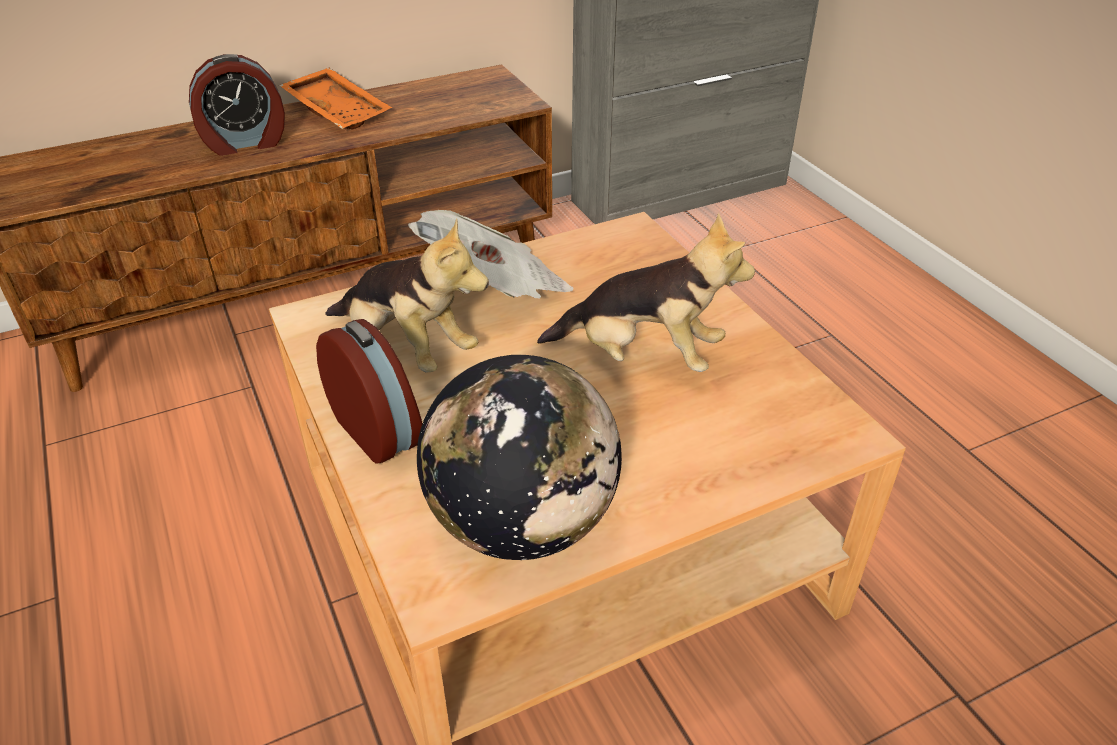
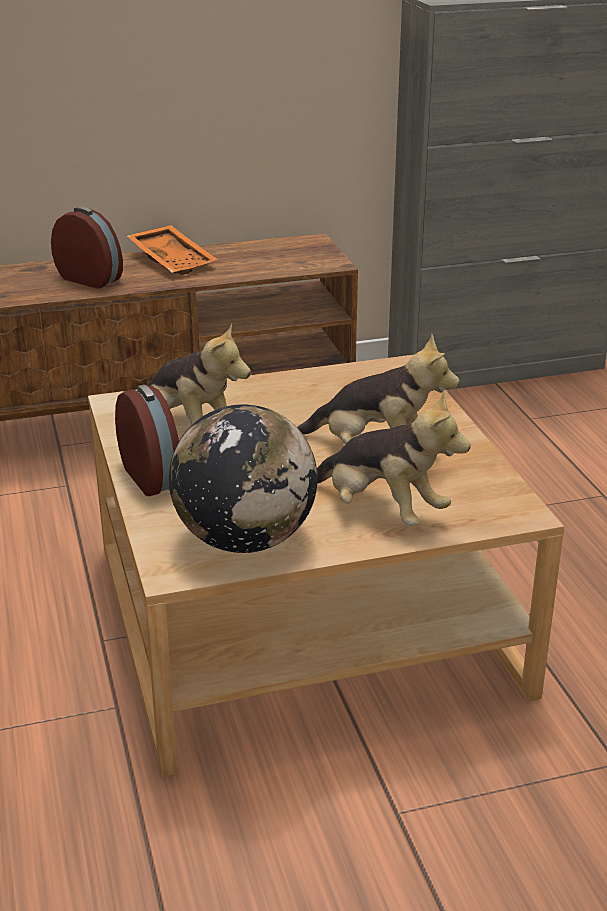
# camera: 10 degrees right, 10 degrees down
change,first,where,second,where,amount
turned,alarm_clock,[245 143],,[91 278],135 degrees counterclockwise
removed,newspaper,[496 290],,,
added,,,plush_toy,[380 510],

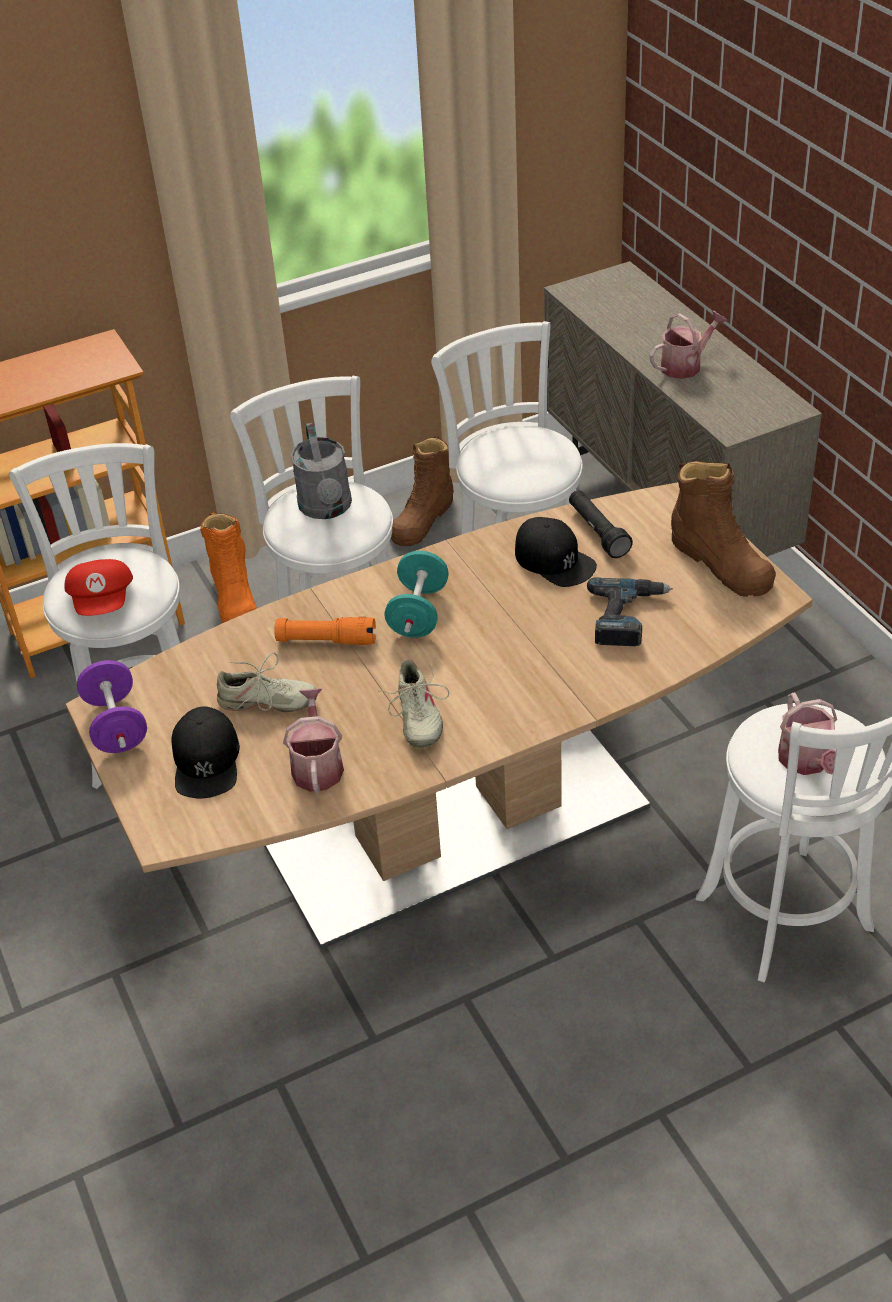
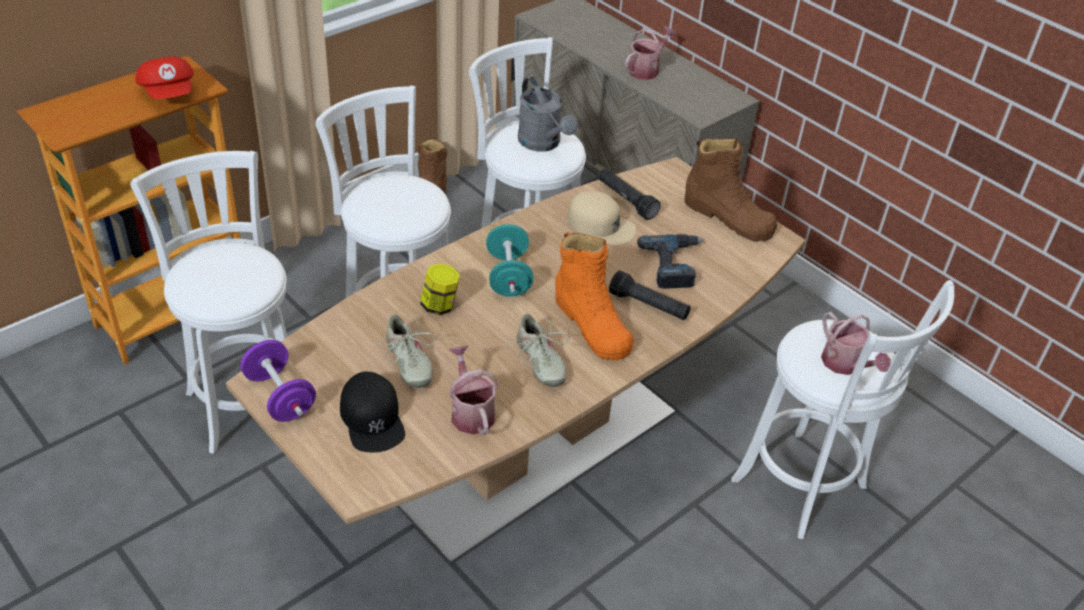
# camera: 20 degrees left, 0 degrees up
change,first,where,second,where,amount
moved,red_cap,[104 601],,[170 93],
moved,orange_boot,[234 597],,[592 324],
turned,beige_shoe,[267 702],,[408 363],75 degrees clockwise
replaced,orange_flashlight,[326 641],jar,[440 306],
moved,grey_watering_can,[327 509],,[543 144],
recoloured,black_cap,[554 560],beige_cap,[601 225],
added,,,black_flashlight,[648 306],

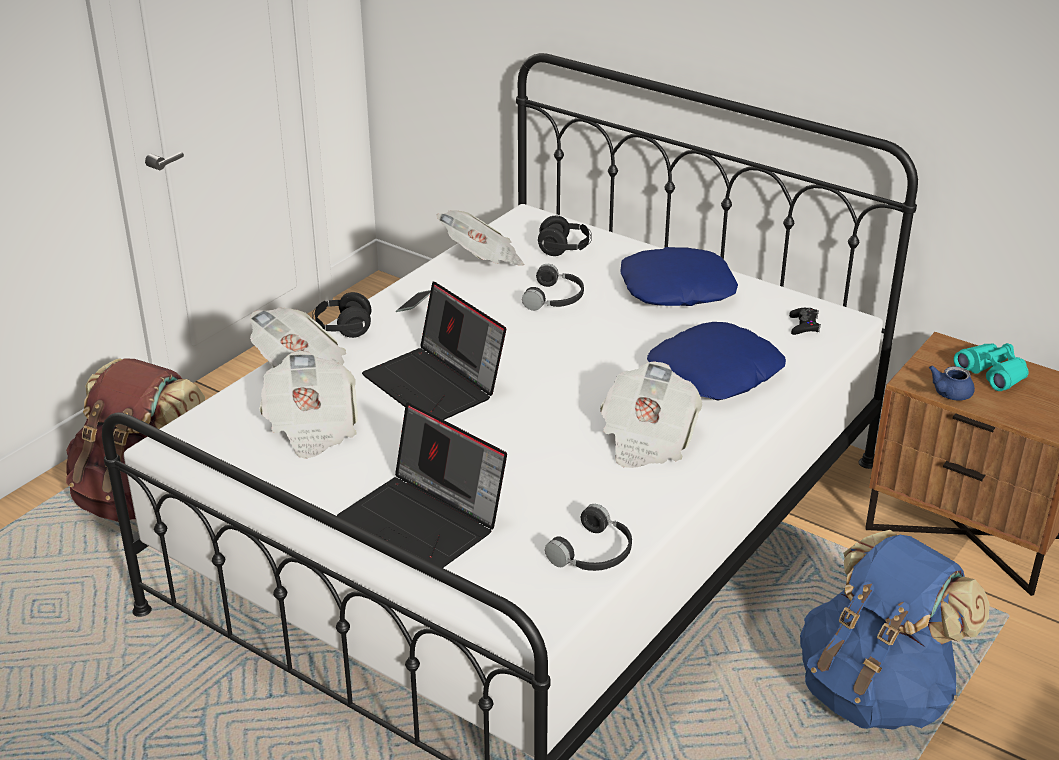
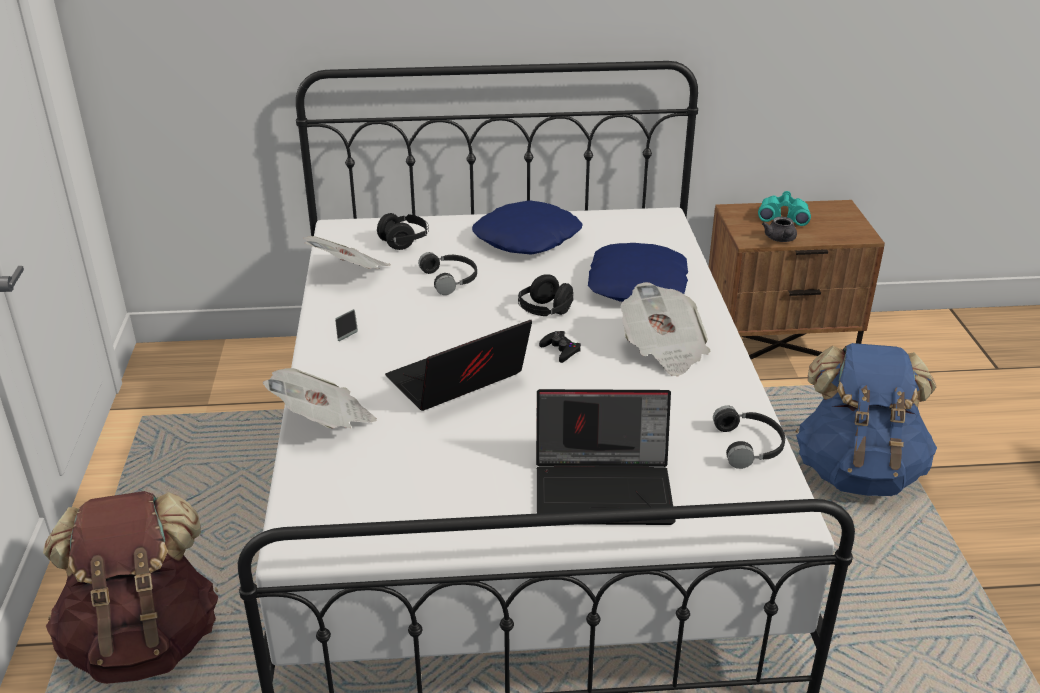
# camera: 40 degrees left, 0 degrees up
change,first,where,second,where,amount
removed,newspaper,[312 427],,,
moved,black_headphones,[343 329],,[545 311],
turned,laptop,[436 385],,[457 382],135 degrees clockwise
moved,black_game_controller,[804 325],,[560 350],
recoloured,blue_teapot,[949 394],grey_teapot,[780 239],

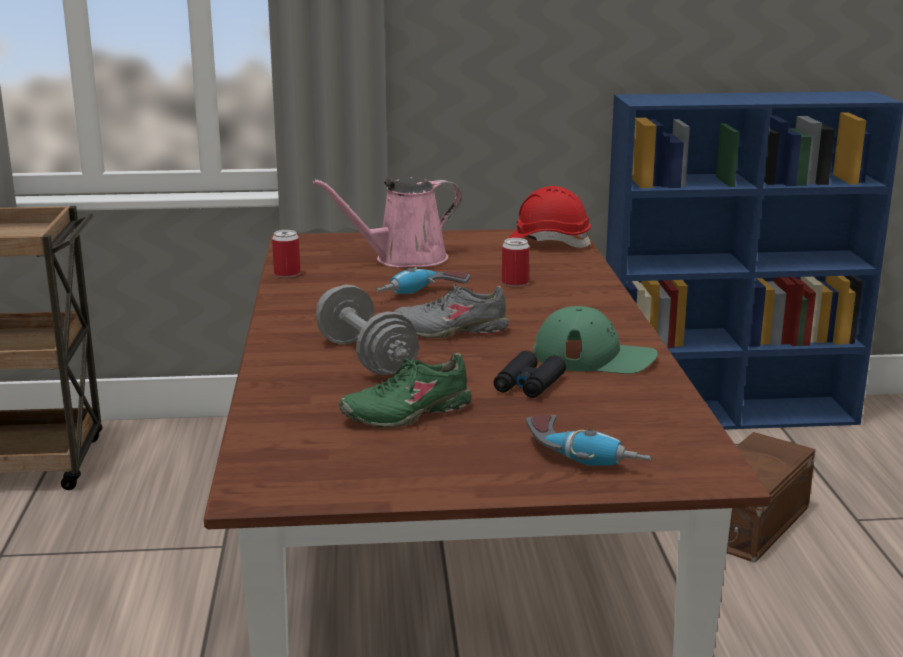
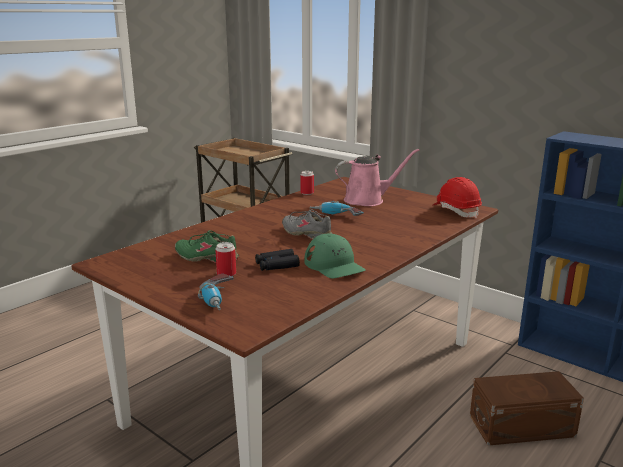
# camera: 45 degrees right, 0 degrees up
change,first,where,second,where,amount
turned,pink_watering_can,[404 259],,[368 200],150 degrees clockwise
removed,grey_dumbbell,[366 357],,,
moved,can,[515 283],,[226 274],

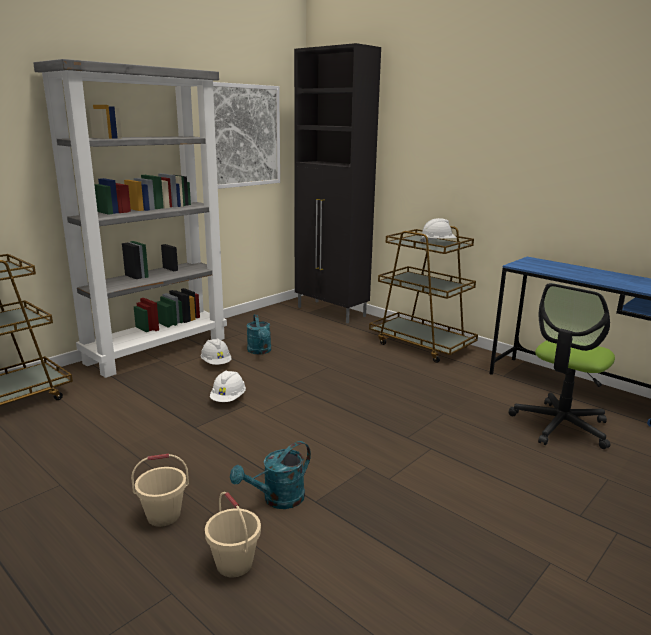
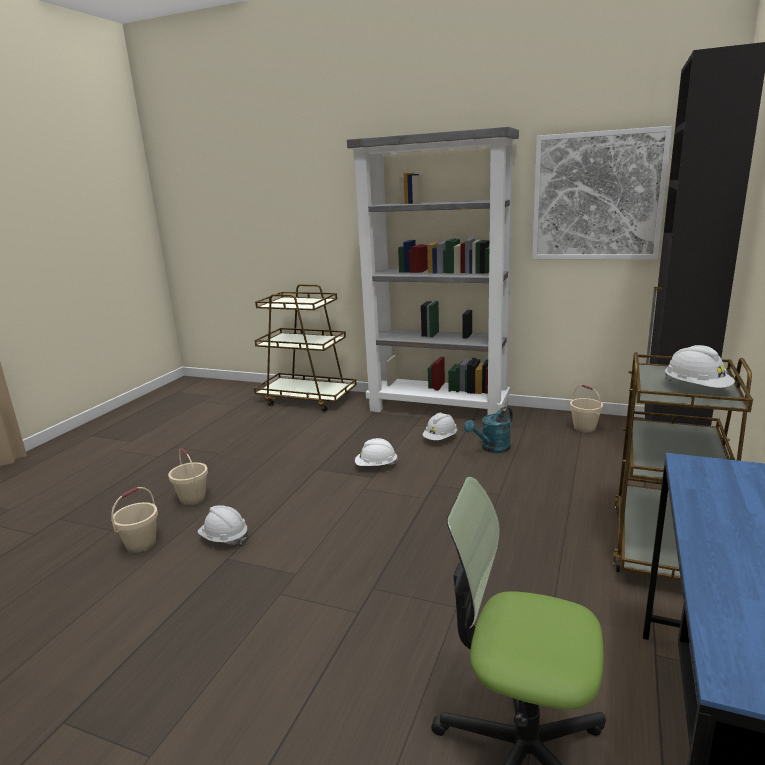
# camera: 70 degrees right, 0 degrees up
change,first,where,second,where,amount
replaced,turquoise_watering_can,[277 500],white_hard_hat,[224 538],
added,,,beige_bucket,[584 428],

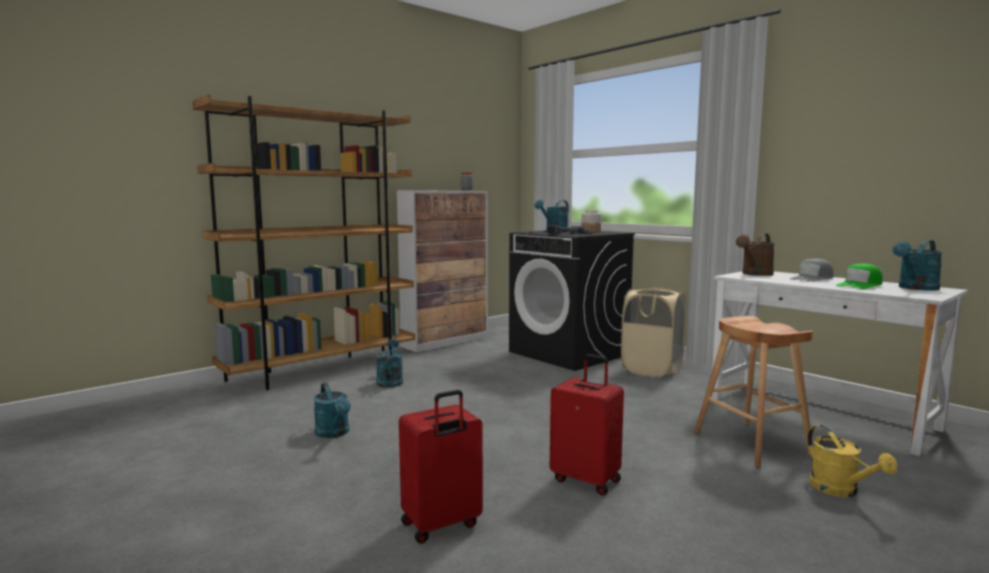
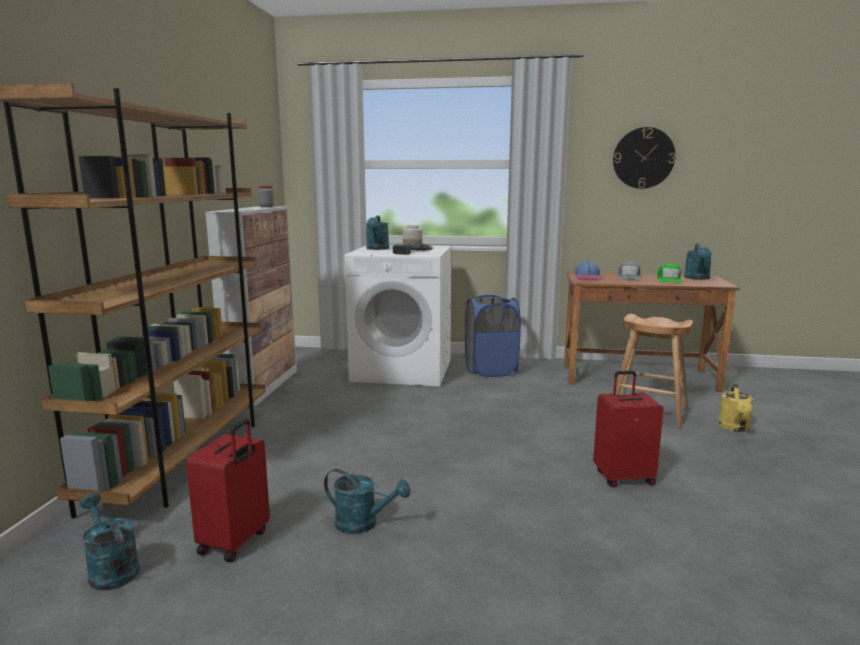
# camera: 40 degrees left, 5 degrees up
change,first,where,second,where,amount
moved,turquoise_watering_can,[390 381],,[110 569],
moved,red_suitcase,[441 525],,[235 542],
recoloured,black_washing_machine,[569 353],white_washing_machine,[403 370],
recoloured,beige_laundry_basket,[652 370],blue_laundry_basket,[491 370],
recoloured,white_desk,[819 413],brown_desk,[638 377],
replaced,brown_watering_can,[755 274],cap,[588 277],
turned,yellow_watering_can,[841 490],,[735 428],75 degrees clockwise
added,,,wall_clock,[643 158],

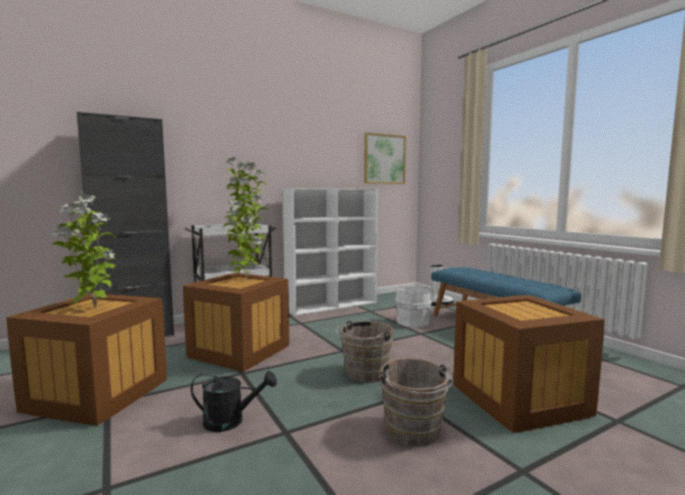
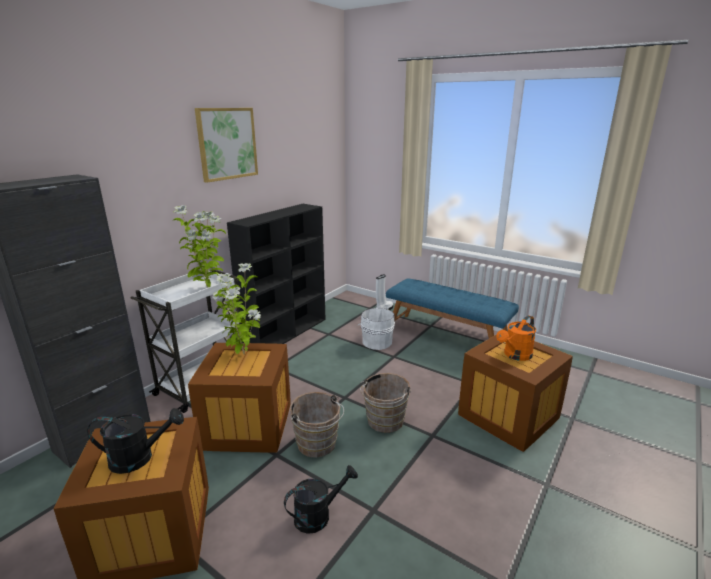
# camera: 25 degrees left, 15 degrees up
change,first,where,second,where,amount
replaced,potted_plant,[93 308],black_watering_can,[139 458],
recoloured,white_bookcase,[333 306],black_bookcase,[286 333],
moved,picture,[384 159],,[227 143],
moved,brown_bucket,[414 433],,[318 445],
added,,,orange_watering_can,[515 355],

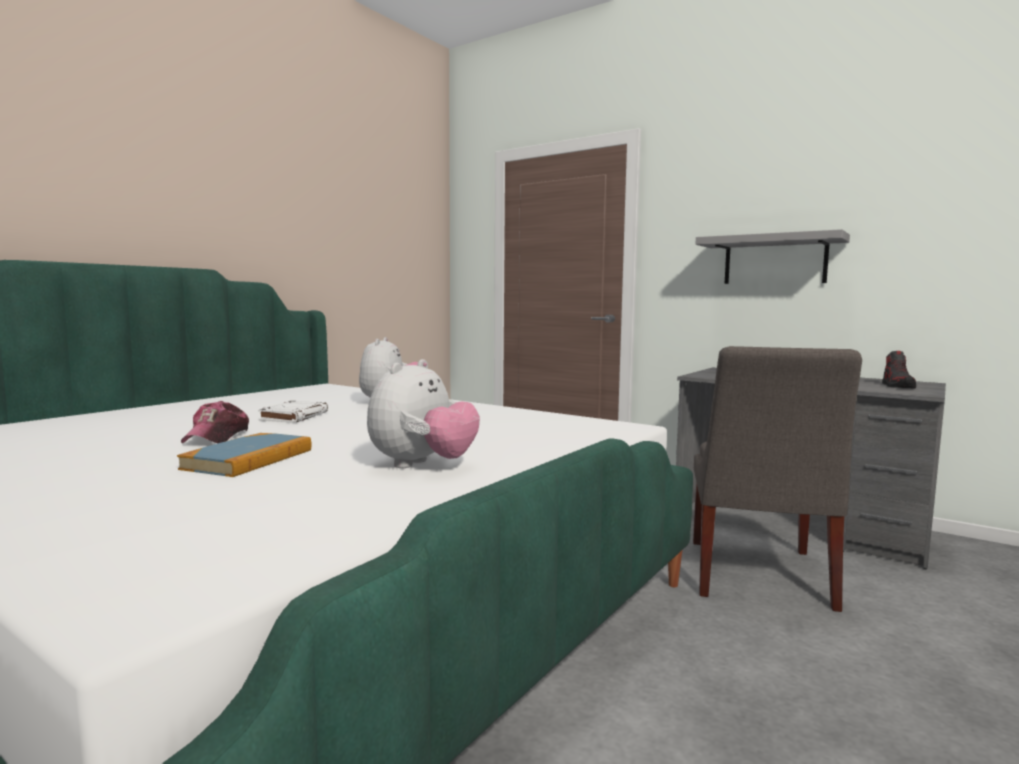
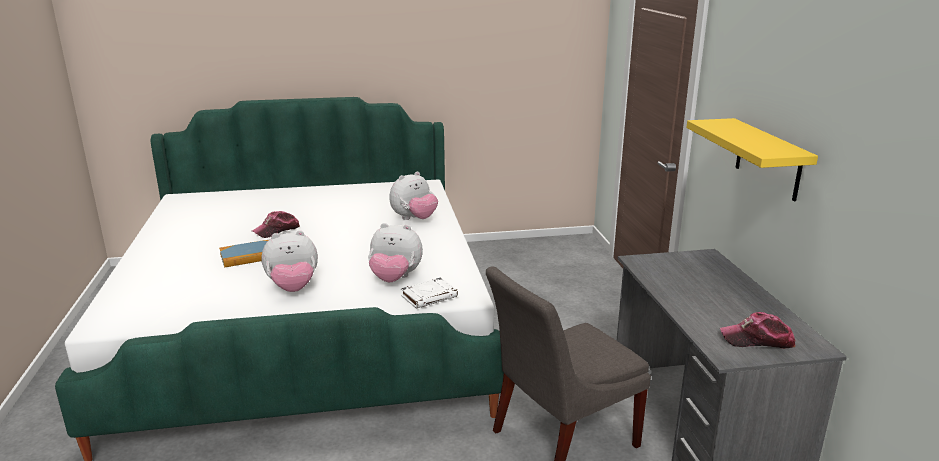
# camera: 45 degrees right, 15 degrees up
change,first,where,second,where,amount
moved,white_book,[294 416],,[429 296],
recoloured,grey_shelf,[774 260],yellow_shelf,[768 159],
replaced,shoe,[897 386],cap,[757 340],
added,,,plush_toy,[395 279],

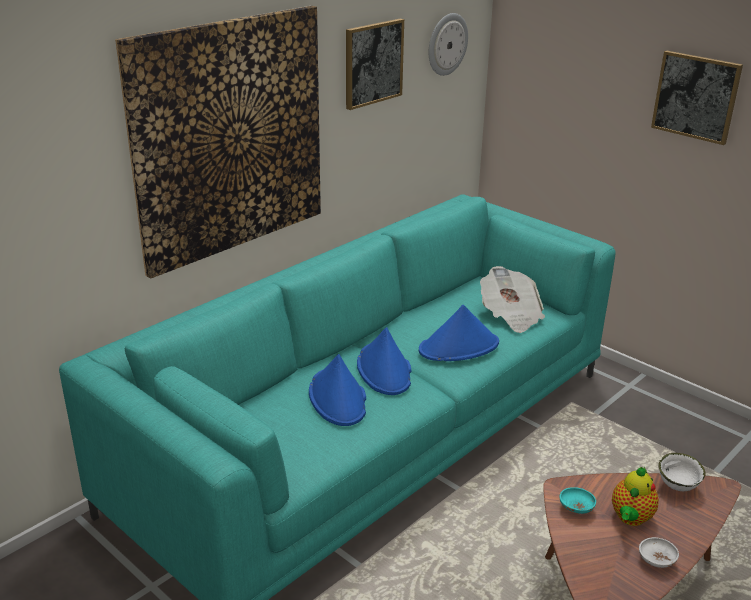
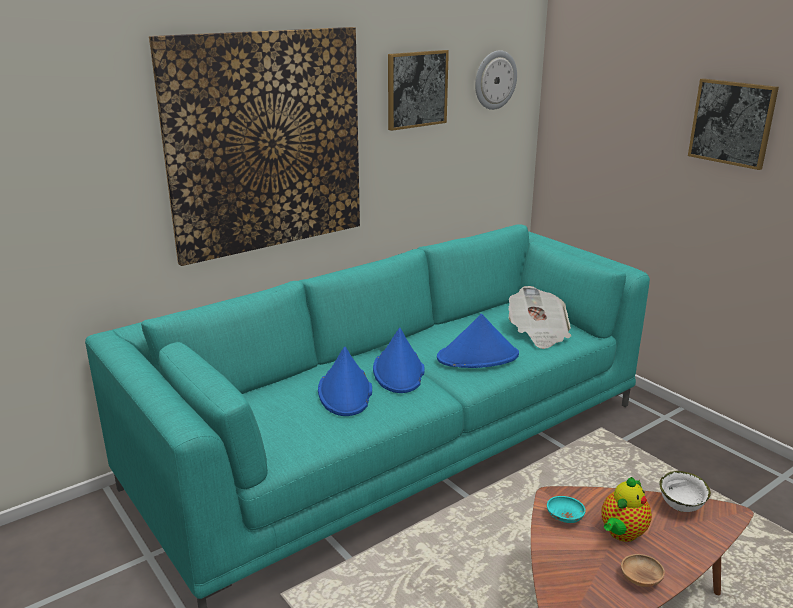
# camera: 10 degrees right, 5 degrees down
change,first,where,second,where,amount
recoloured,white_bowl,[656 560],brown_bowl,[640 579],

